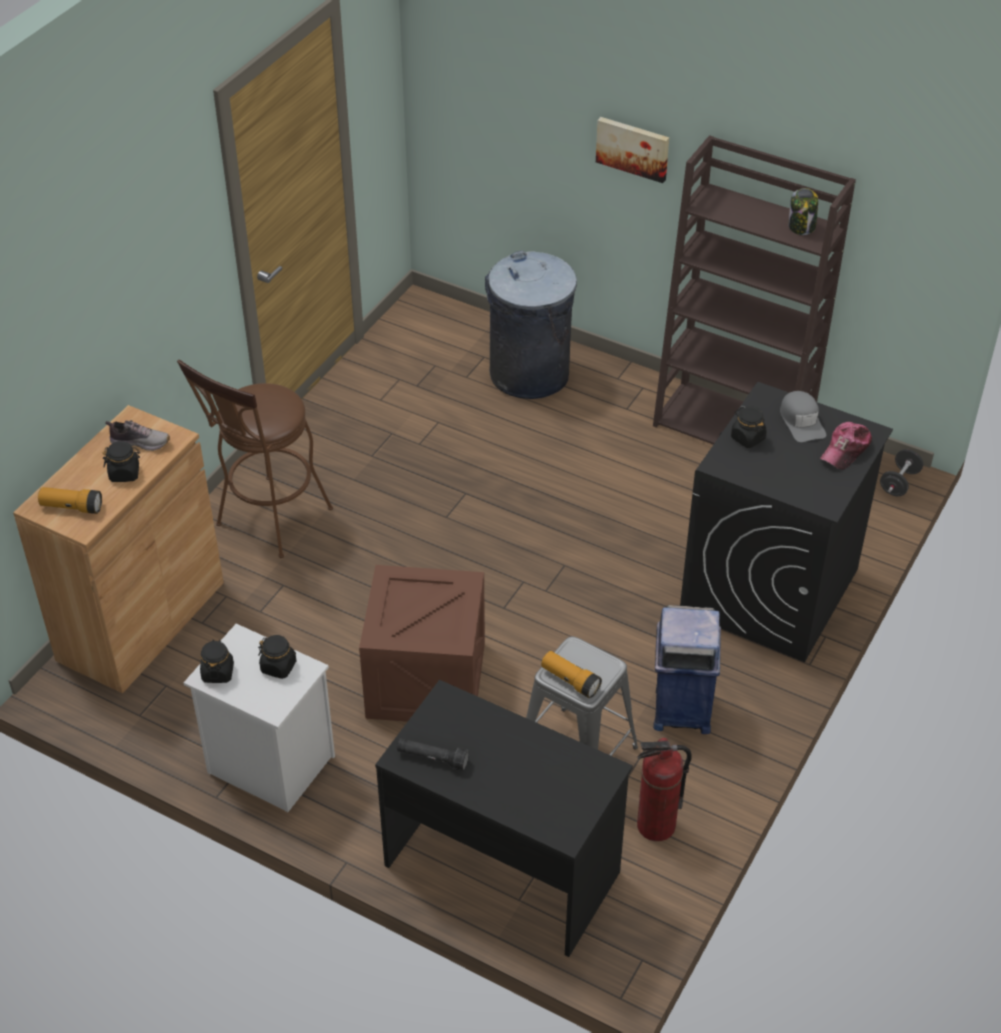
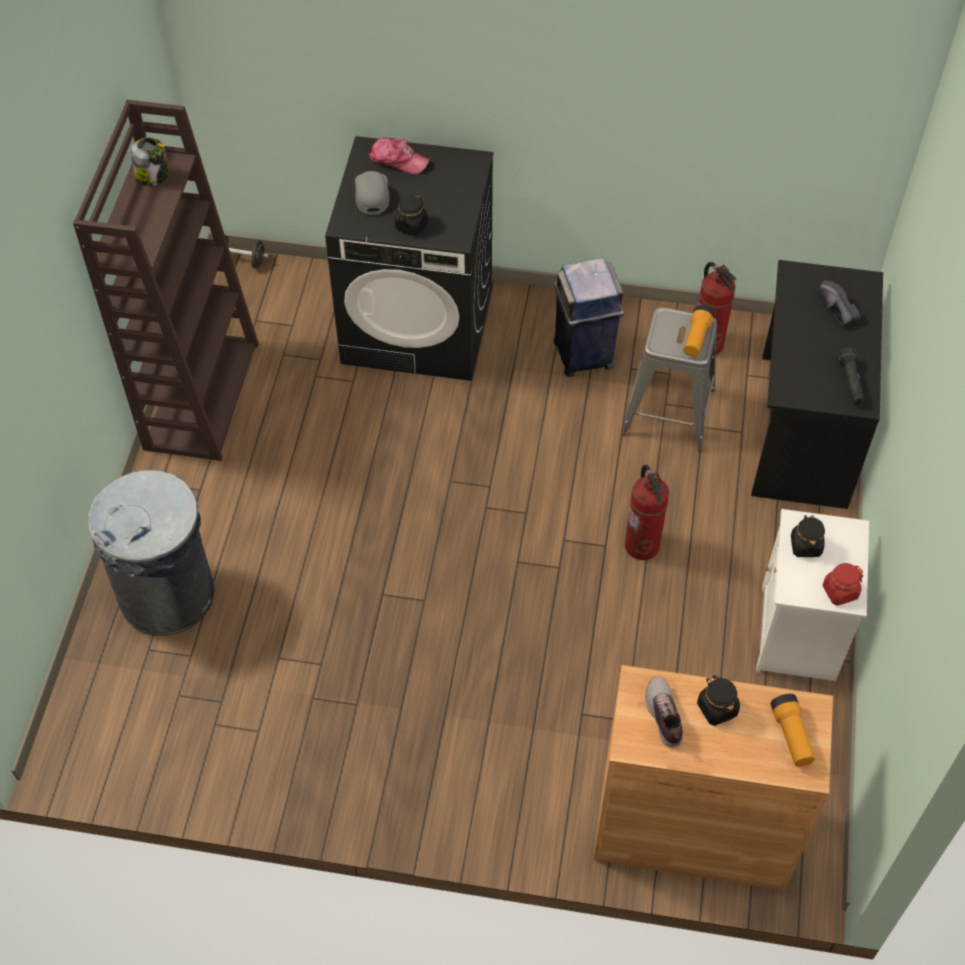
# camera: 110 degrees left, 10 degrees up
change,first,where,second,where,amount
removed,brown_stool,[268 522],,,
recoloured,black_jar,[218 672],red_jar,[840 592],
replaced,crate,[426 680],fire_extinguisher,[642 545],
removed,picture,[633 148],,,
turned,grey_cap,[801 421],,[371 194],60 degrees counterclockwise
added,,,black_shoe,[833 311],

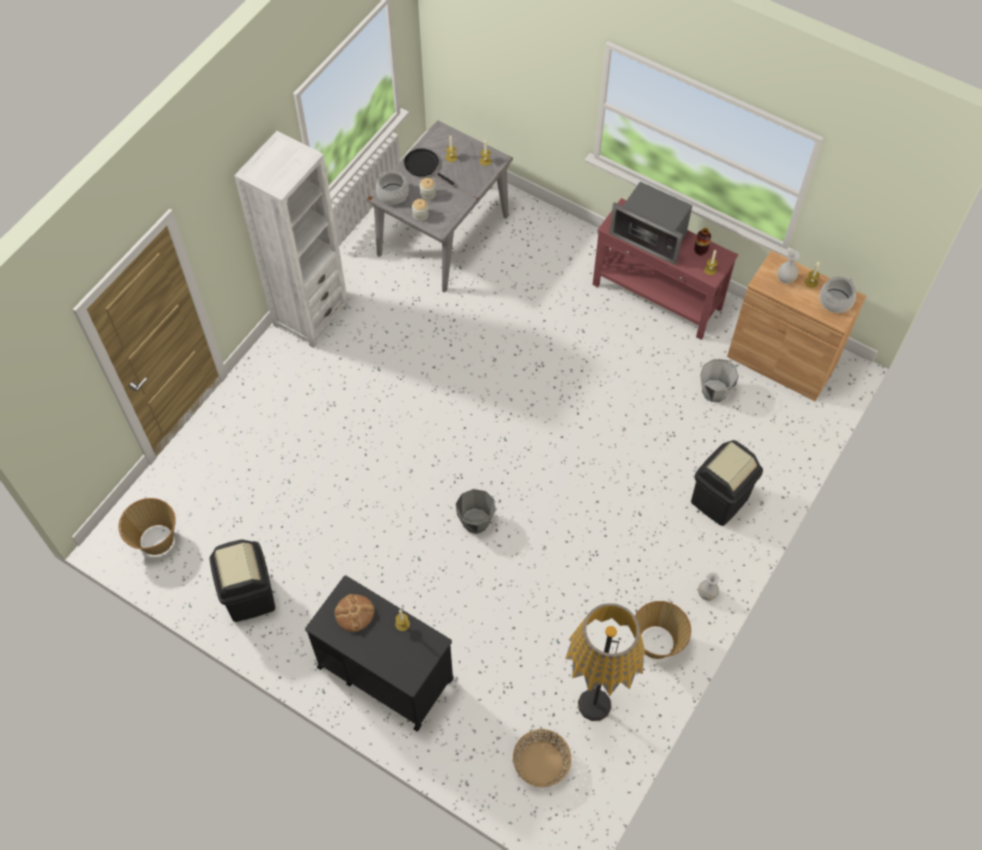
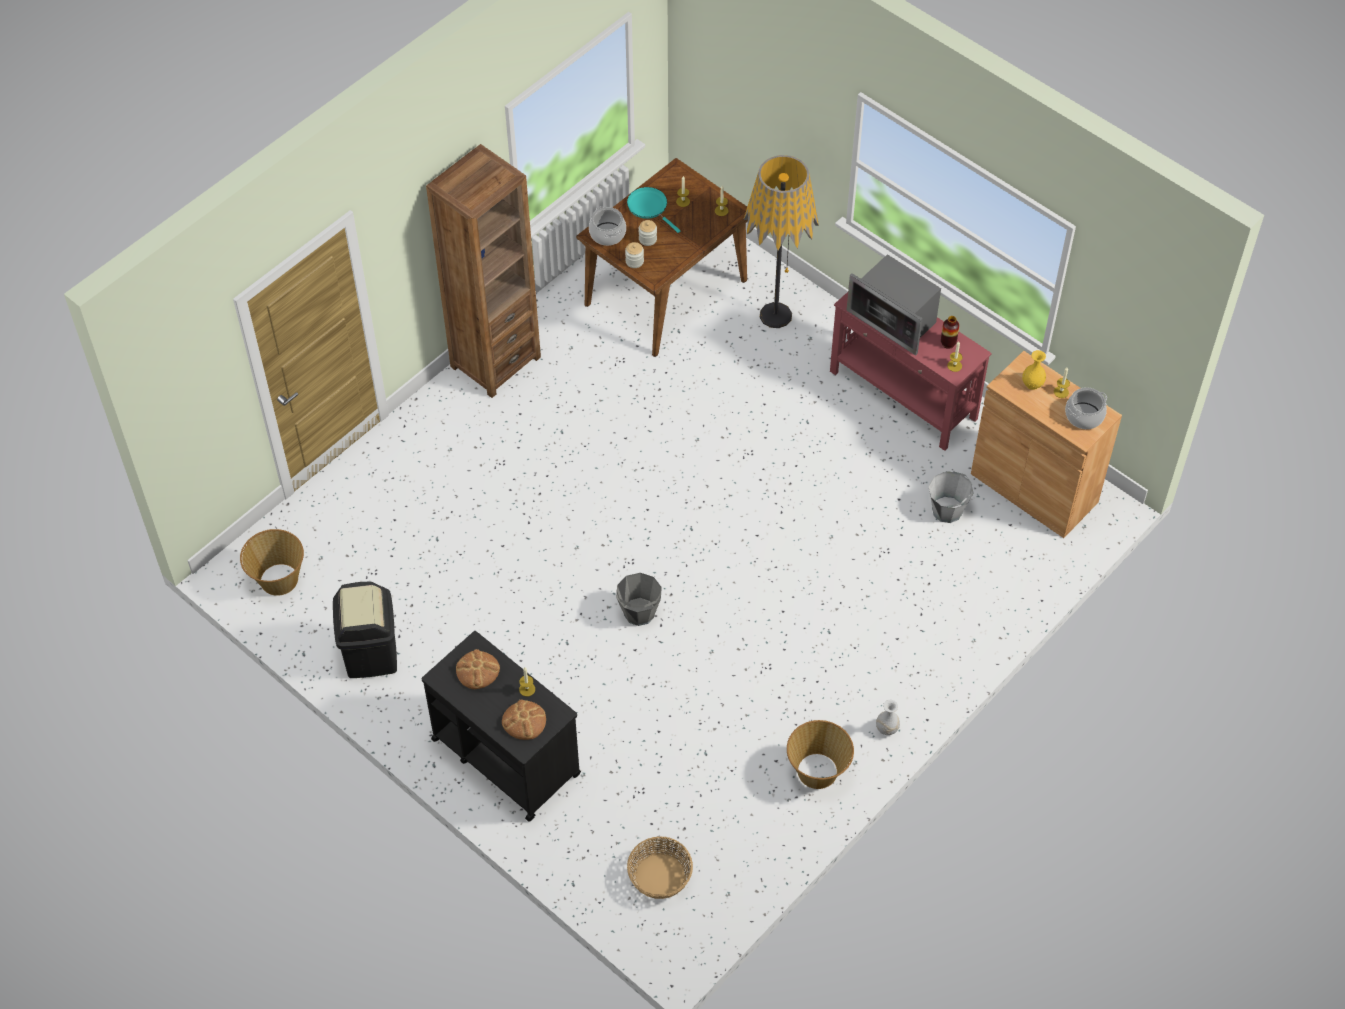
# camera: 10 degrees right, 5 degrees down
change,first,where,second,where,amount
recoloured,white_bookcase,[310 315],brown_bookcase,[495 362],
recoloured,grey_dining_table,[442 236],brown_dining_table,[665 293],
recoloured,black_frying_pan,[423 166],turquoise_frying_pan,[649 207],
moved,floor_lamp,[594 704],,[776 315],
removed,black_trash_can,[719 499],,,
recoloured,white_vase,[785 278],yellow_vase,[1032 384],
added,,,bread,[524 721],

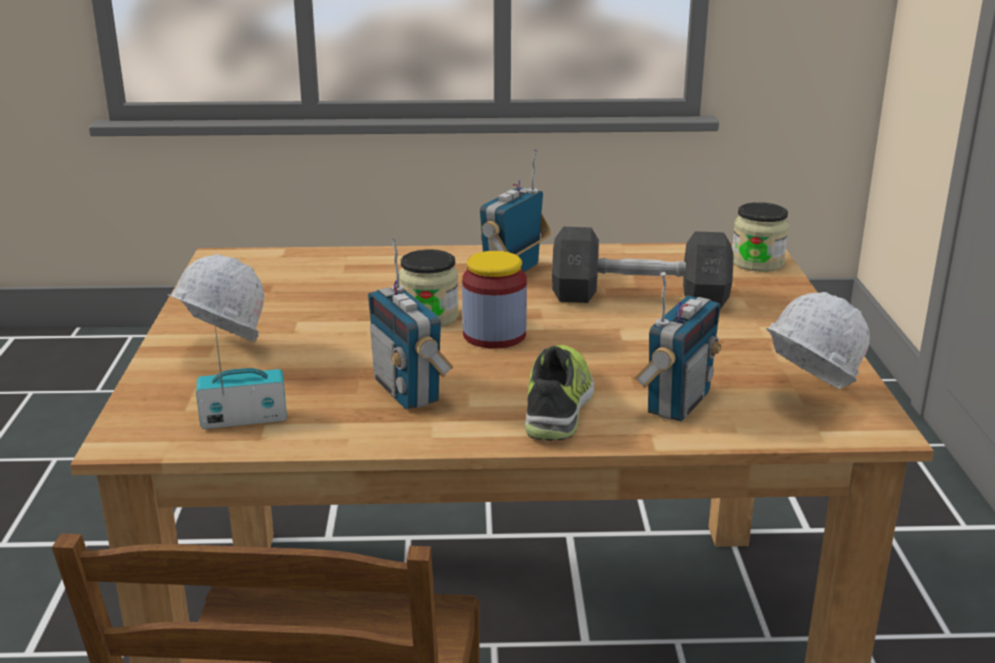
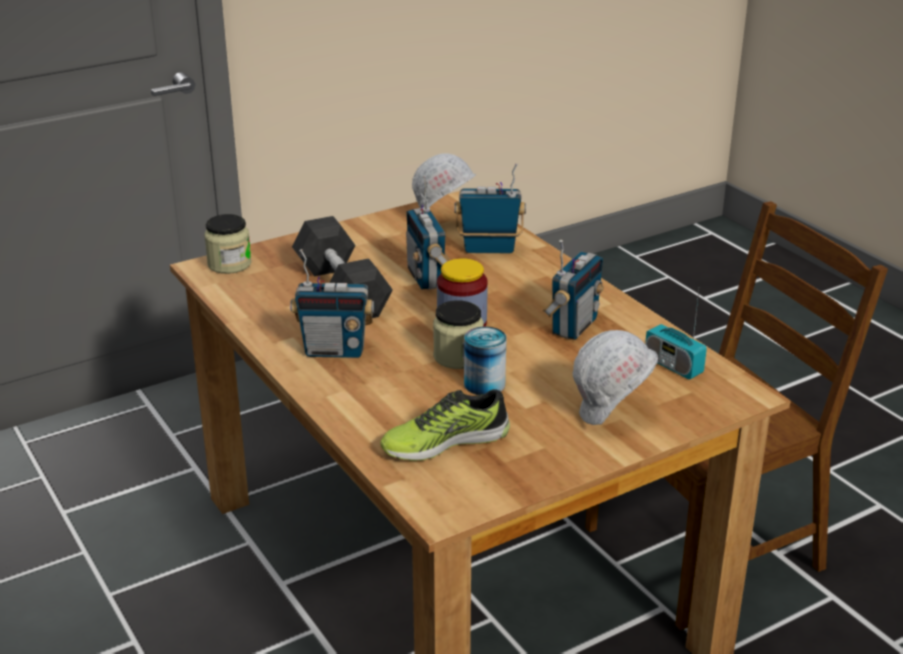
# camera: 120 degrees left, 5 degrees up
change,first,where,second,where,amount
moved,shoe,[559 404],,[444 441],
added,,,radio,[427 278],
added,,,can,[484 384],

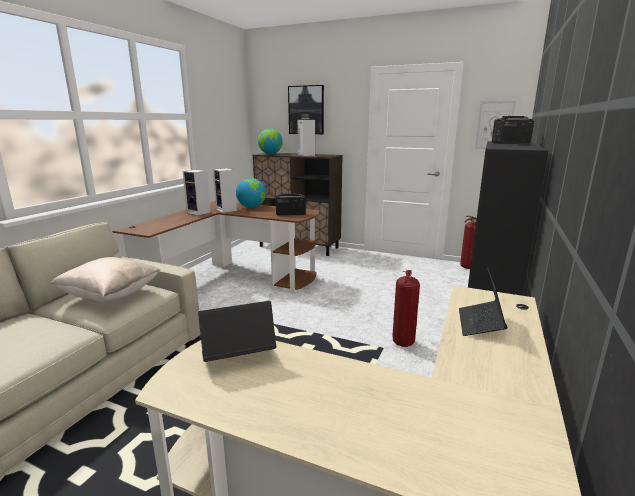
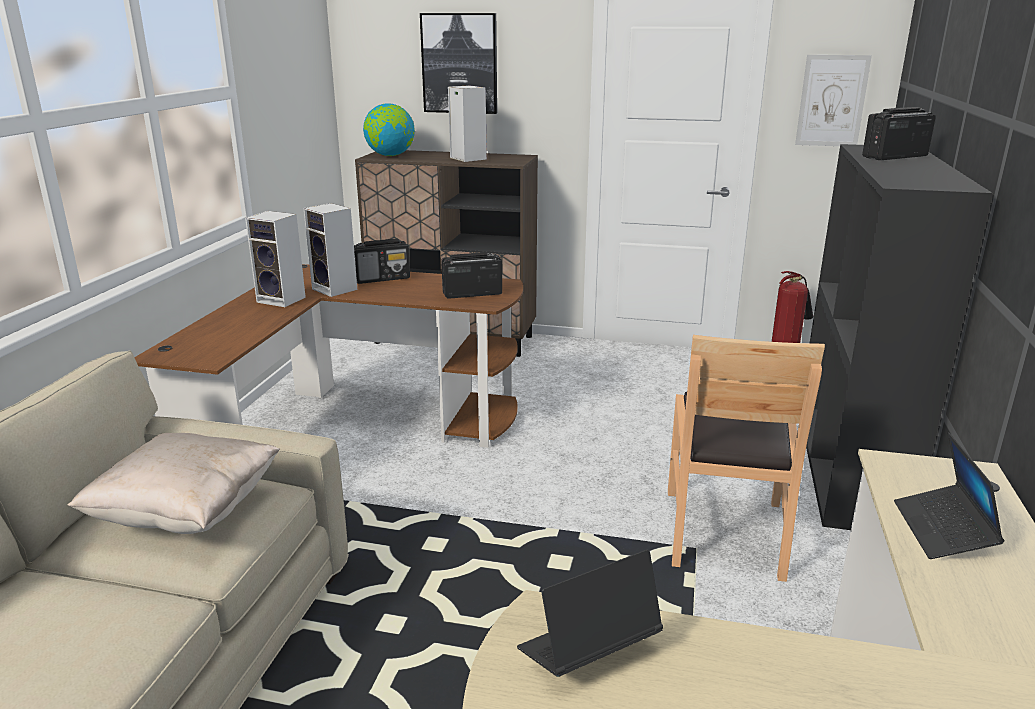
# camera: 10 degrees left, 5 degrees up
change,first,where,second,where,amount
replaced,globe,[251 207],radio,[382 279],
replaced,fire_extinguisher,[403 342],brown_chair,[725 532],

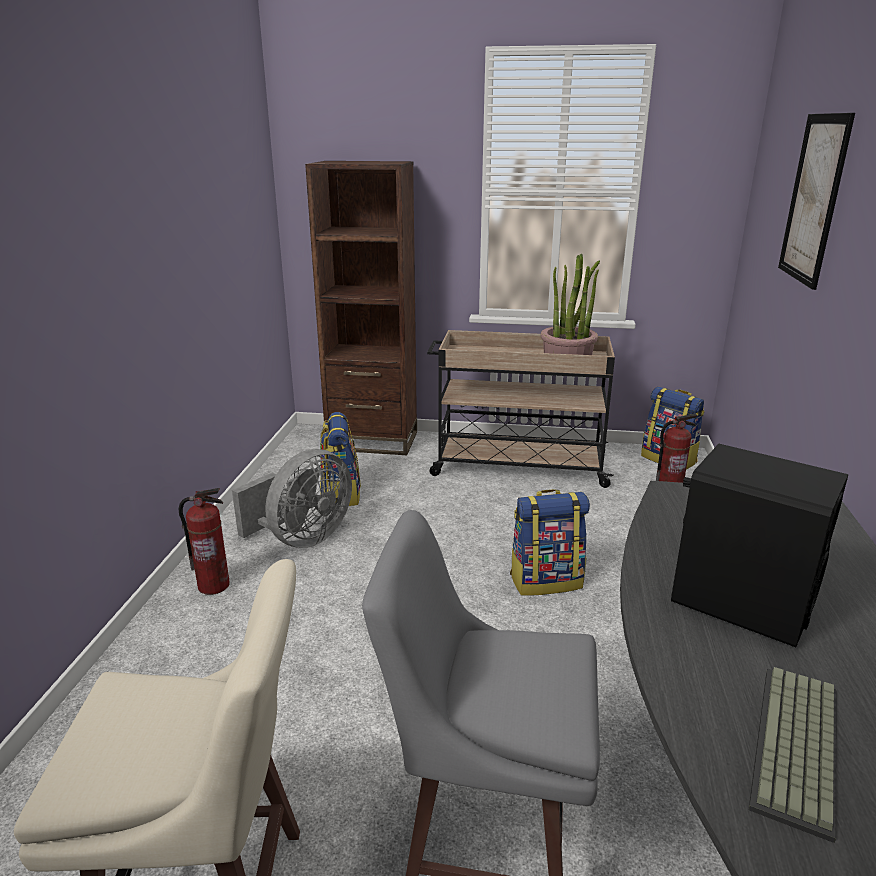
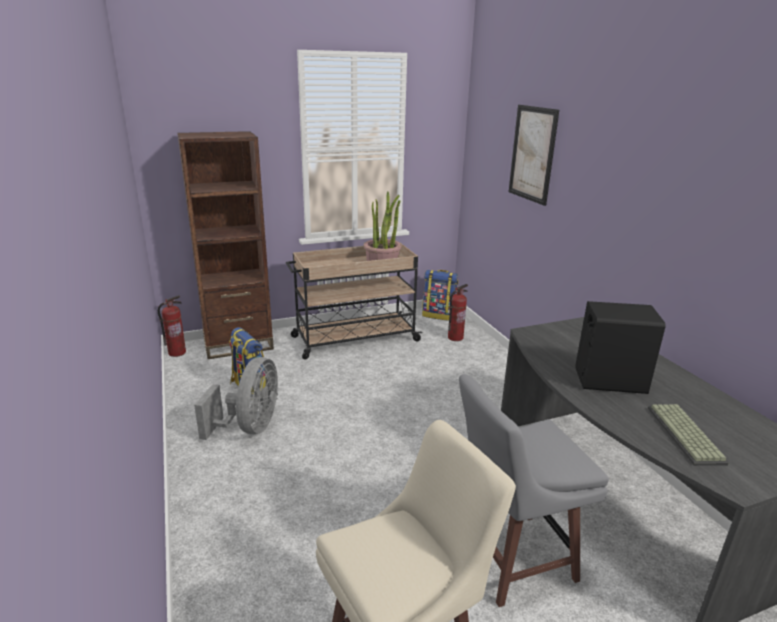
# camera: 30 degrees left, 0 degrees up
change,first,where,second,where,amount
moved,fire_extinguisher,[214 585],,[177 352],
removed,backpack,[546 580],,,

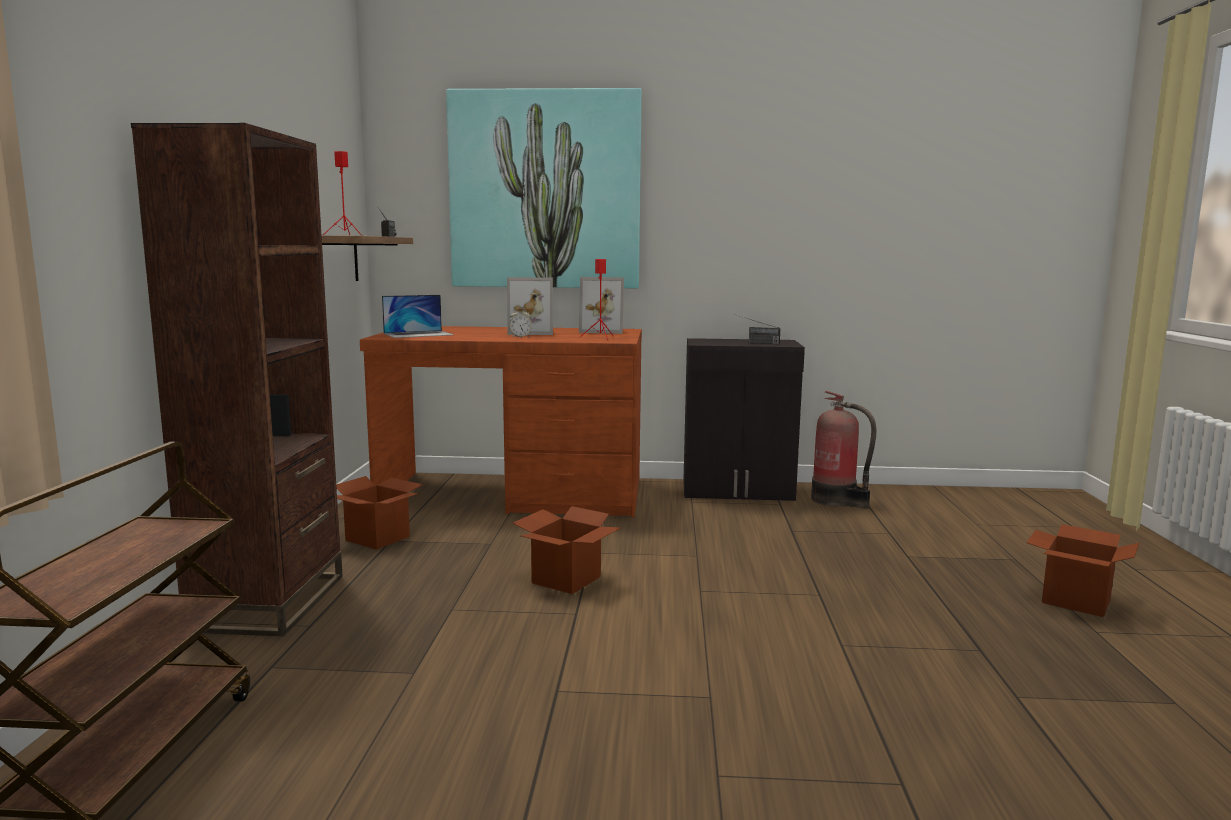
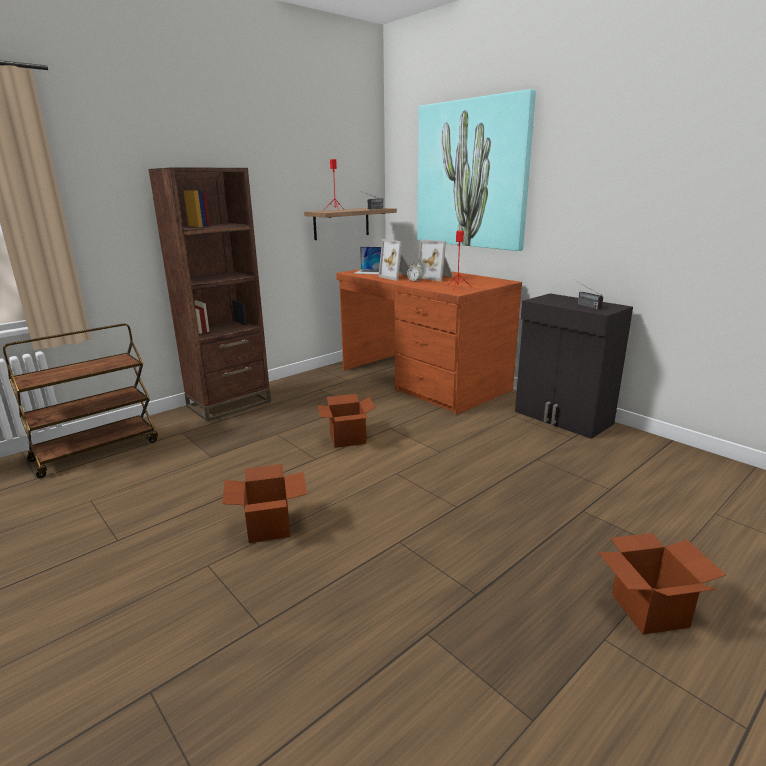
# camera: 45 degrees right, 10 degrees up
change,first,where,second,where,amount
moved,cardboard_box,[377 538],,[269 527],
moved,picture_frame,[603 331],,[398 277],
removed,fire_extinguisher,[836 501],,,

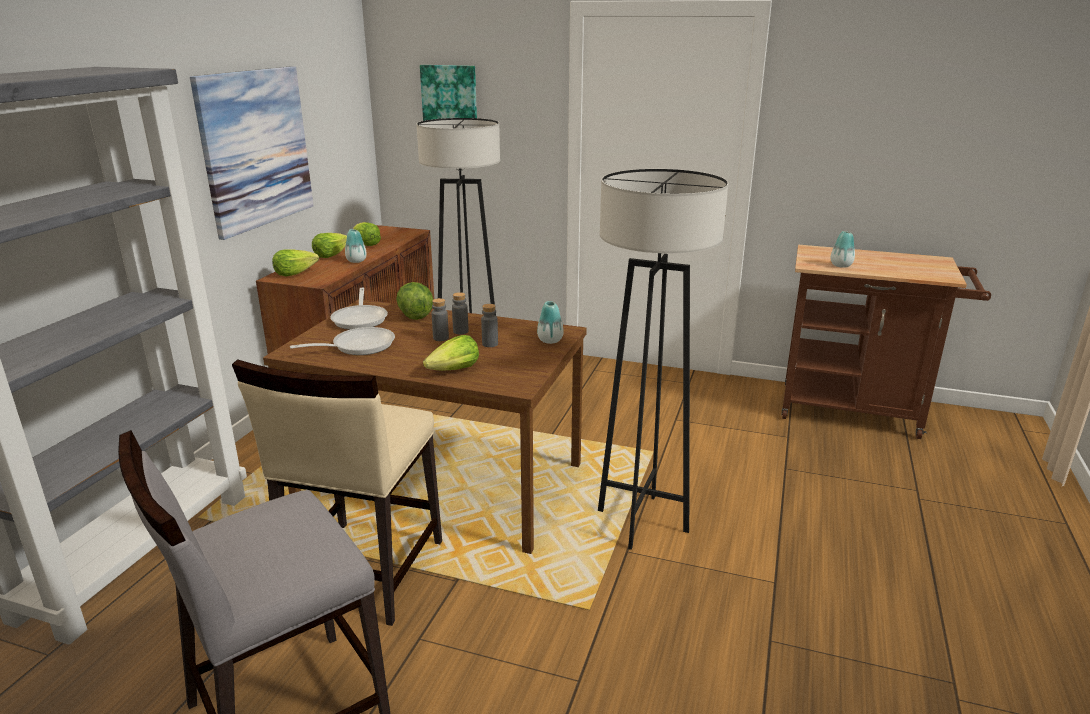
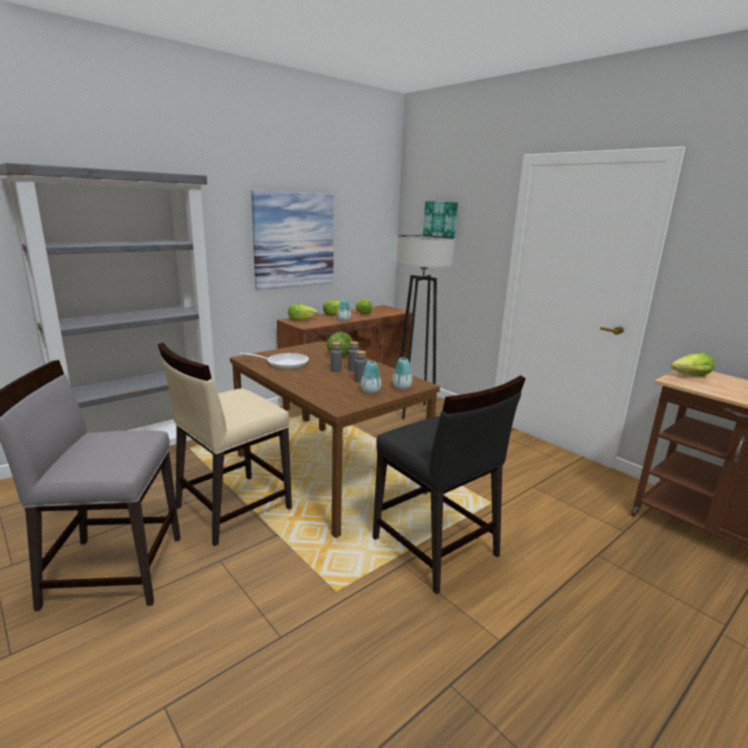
# camera: 30 degrees right, 5 degrees down
change,first,where,second,where,amount
removed,frying_pan,[360 319],,,
moved,lettuce,[454 370],,[690 376],
replaced,grey_floor_lamp,[642 521],black_chair,[435 548],
moved,vase,[841 265],,[370 391],

